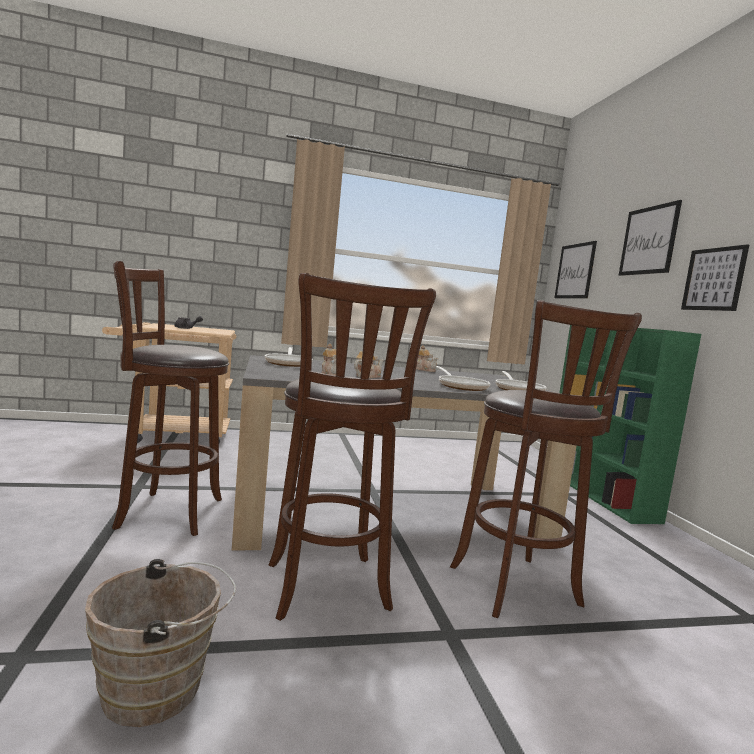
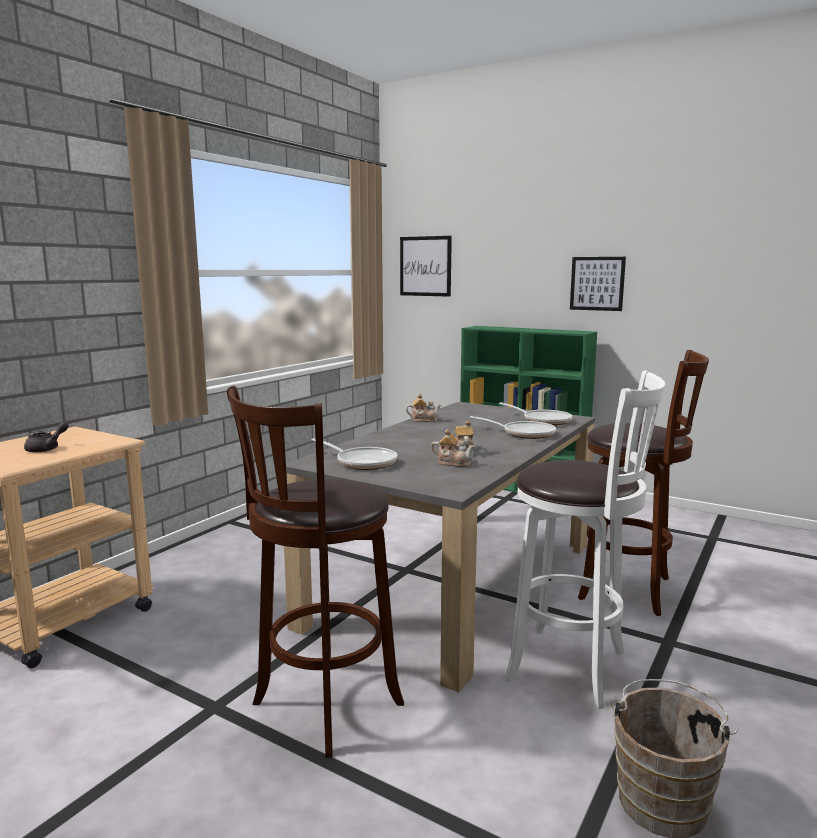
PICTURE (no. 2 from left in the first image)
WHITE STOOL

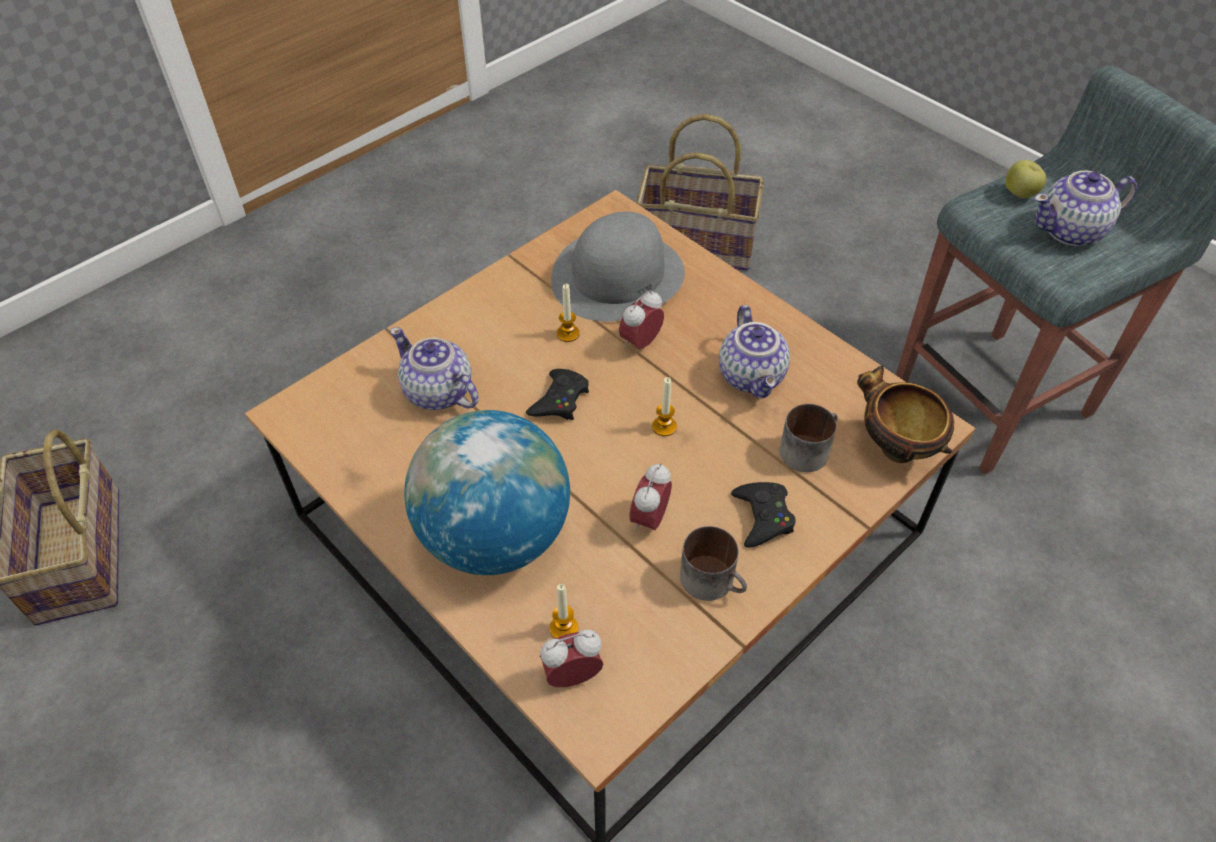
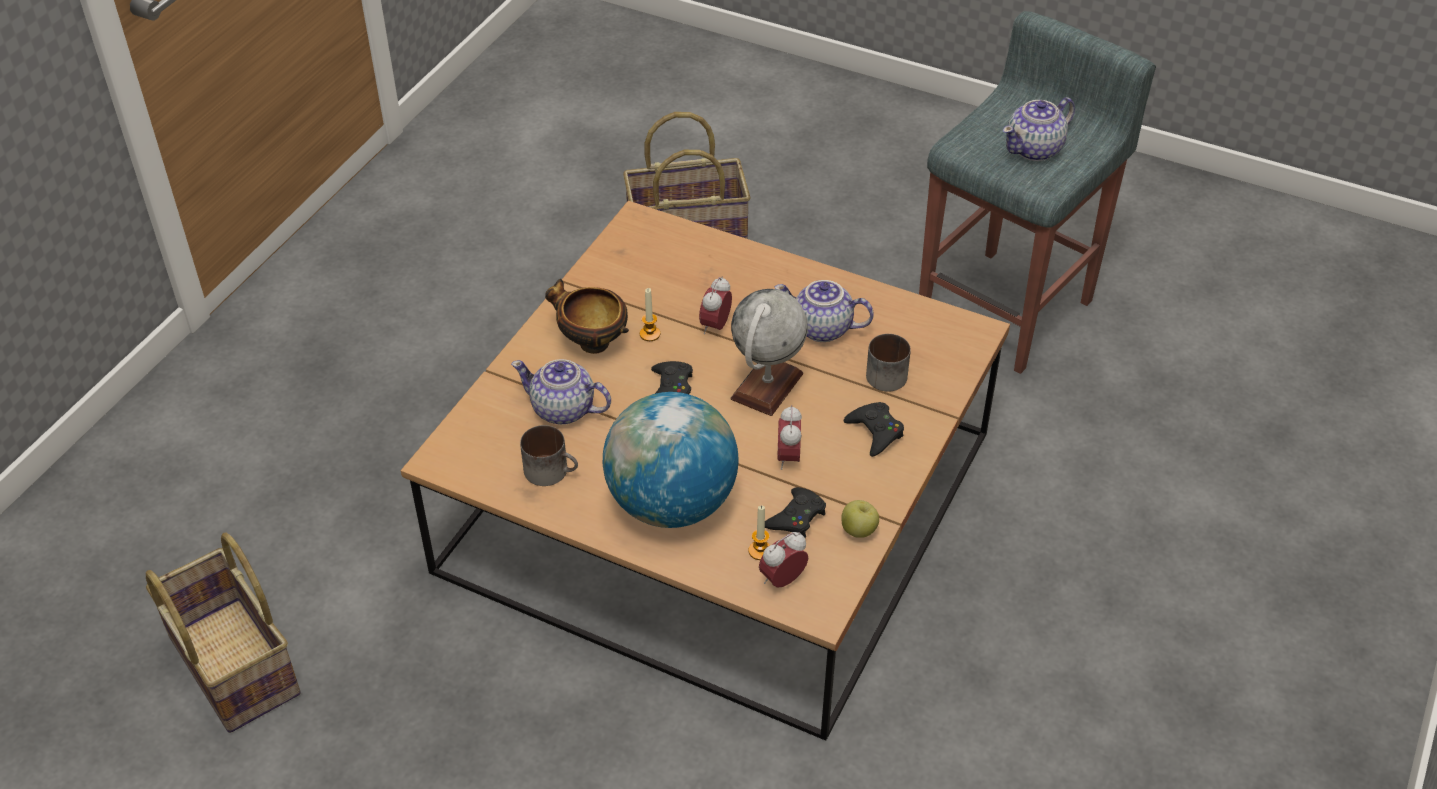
APPLE
GREY HAT
TEAPOT (no. 2 from left)
BOWL
GLOBE (no. 2 from left)
MUG (no. 1 from left)
BLACK GAME CONTROLLER (no. 2 from left)

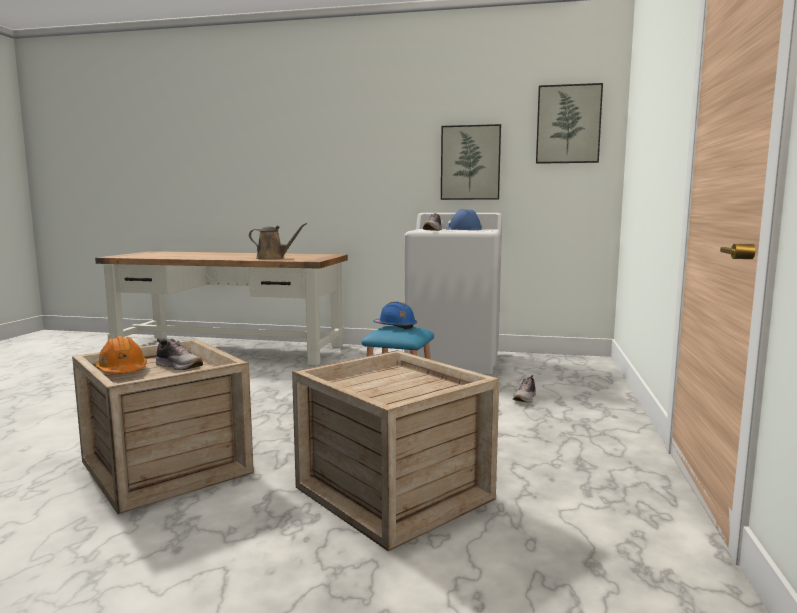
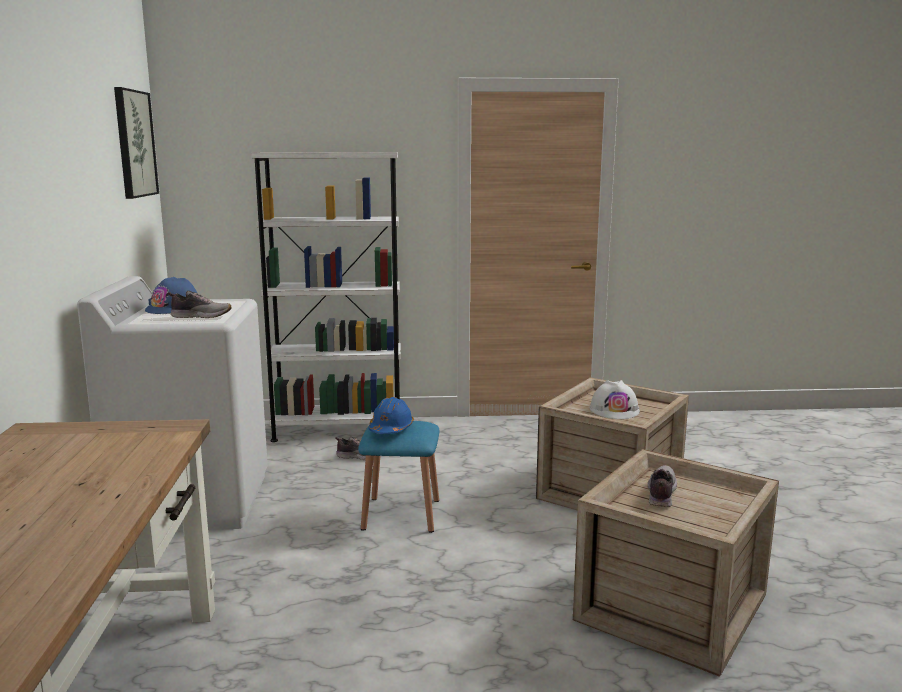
PICTURE (no. 1 from left in the first image)
BROWN WATERING CAN
ORANGE HARD HAT
WHITE BOOKCASE
WHITE HARD HAT

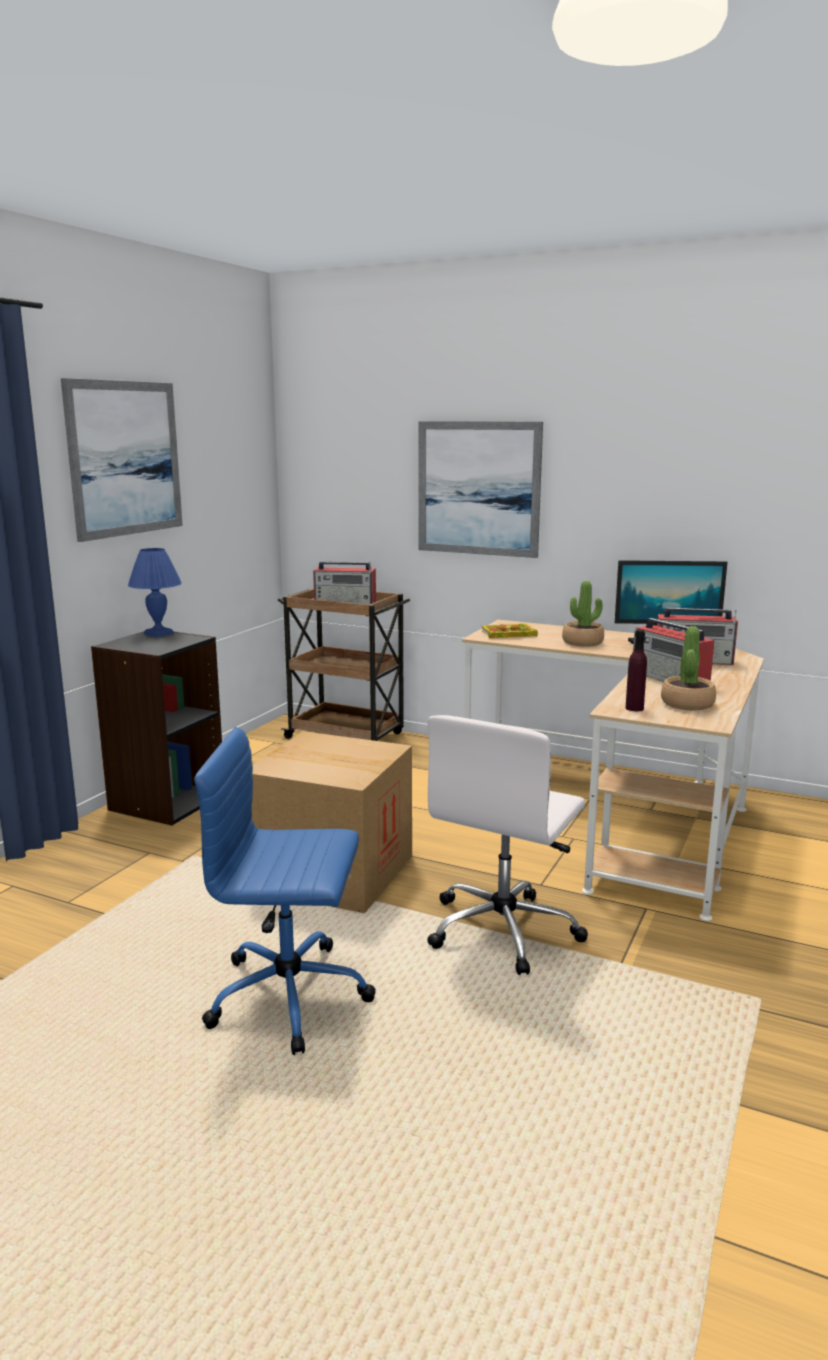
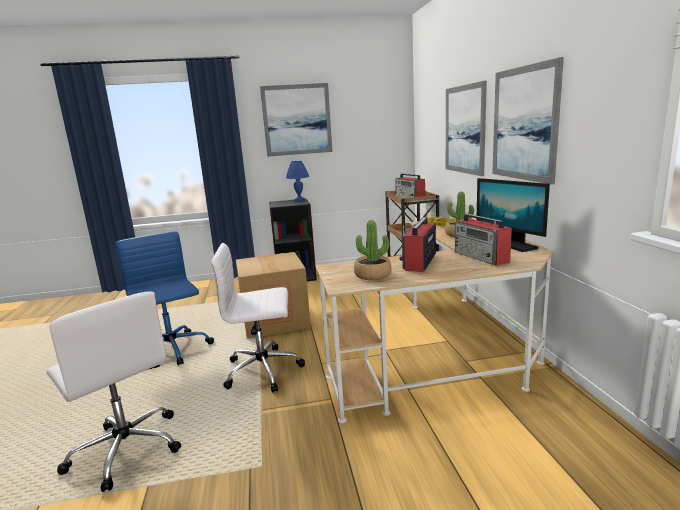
PURPLE BOTTLE
PICTURE (no. 3 from left)
WHITE OFFICE CHAIR (no. 1 from left)

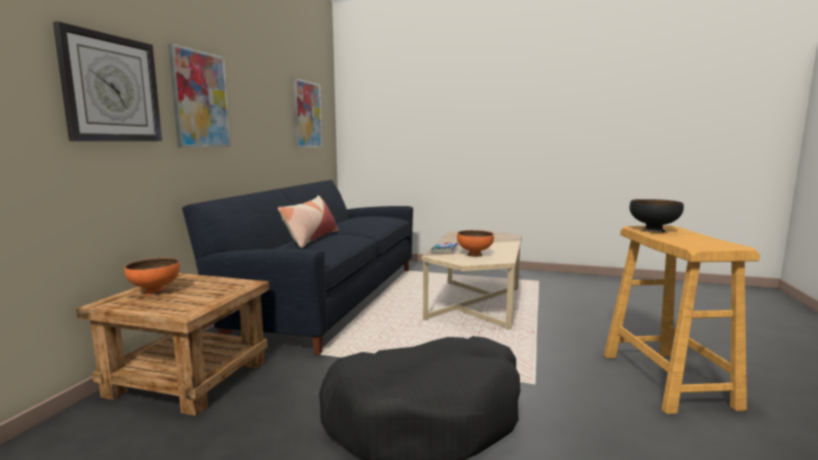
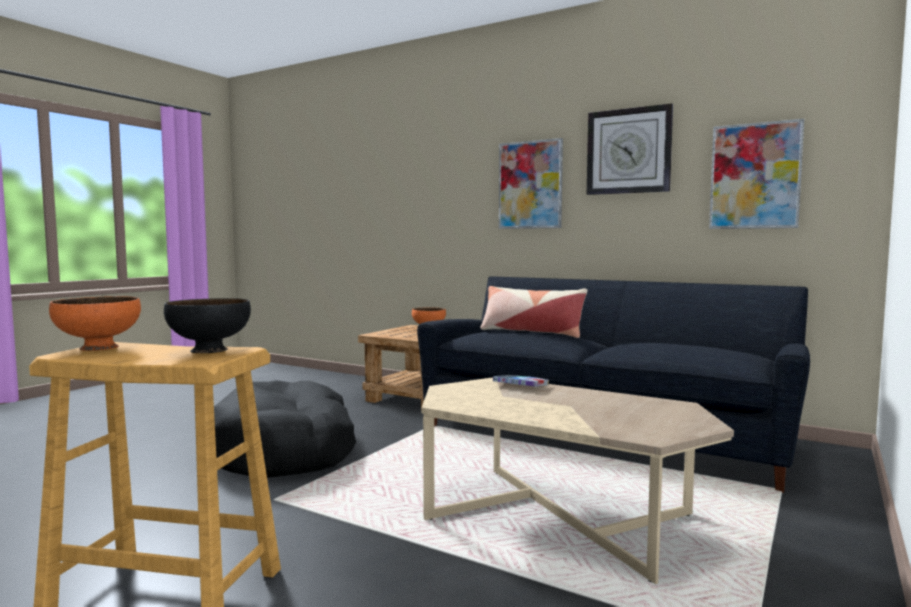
WALL CLOCK
ORANGE BOWL (no. 1 from left)

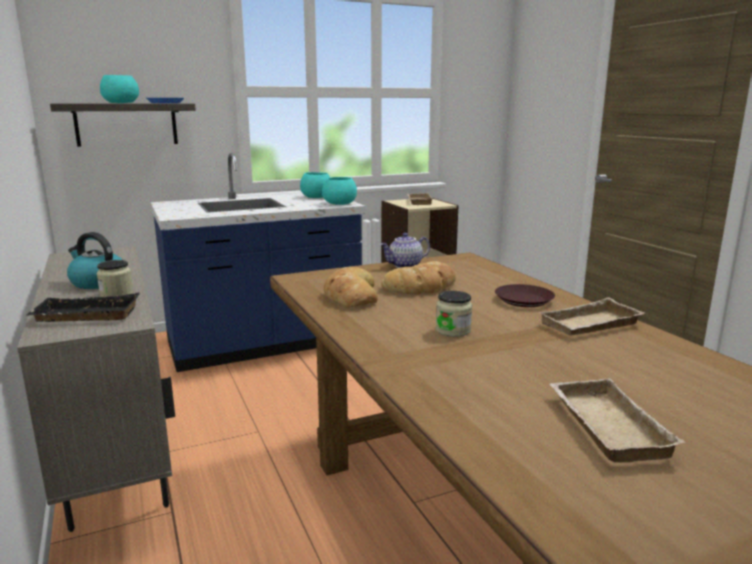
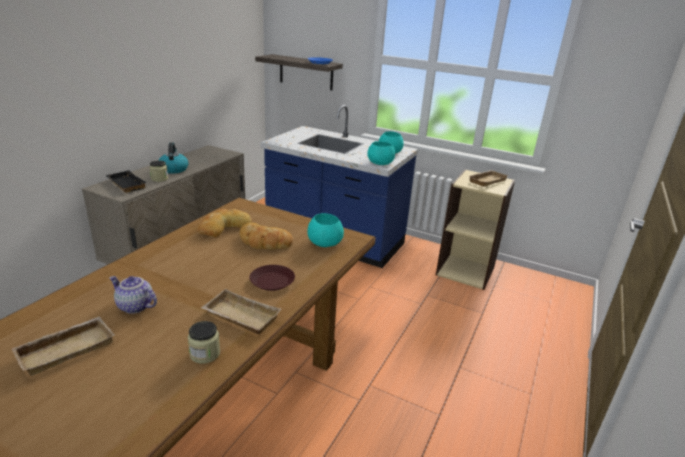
TURQUOISE BOWL (no. 1 from left)
TEAPOT
JAR (no. 2 from left)

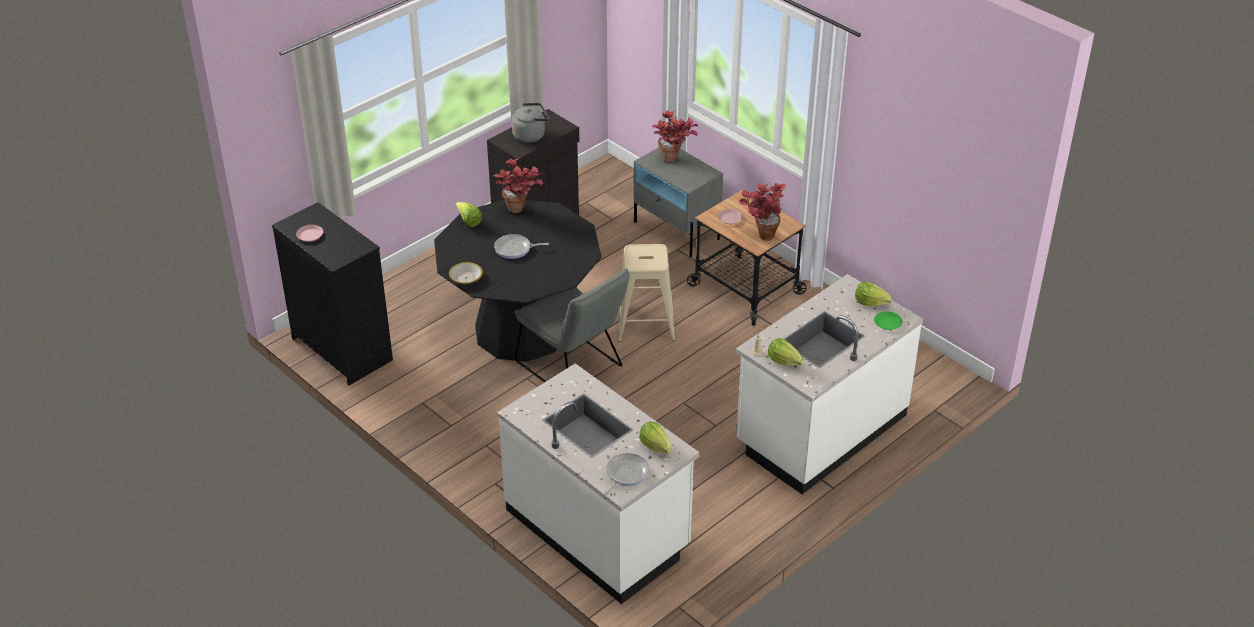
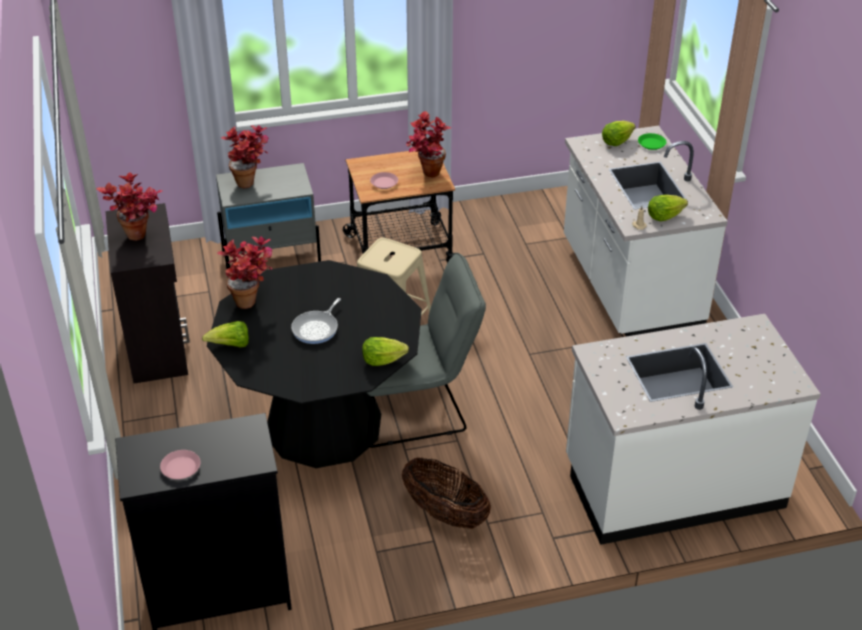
POTTED PLANT (no. 1 from left)
BOWL
LETTUCE (no. 2 from left)
FRYING PAN (no. 2 from left in the first image)
BASKET

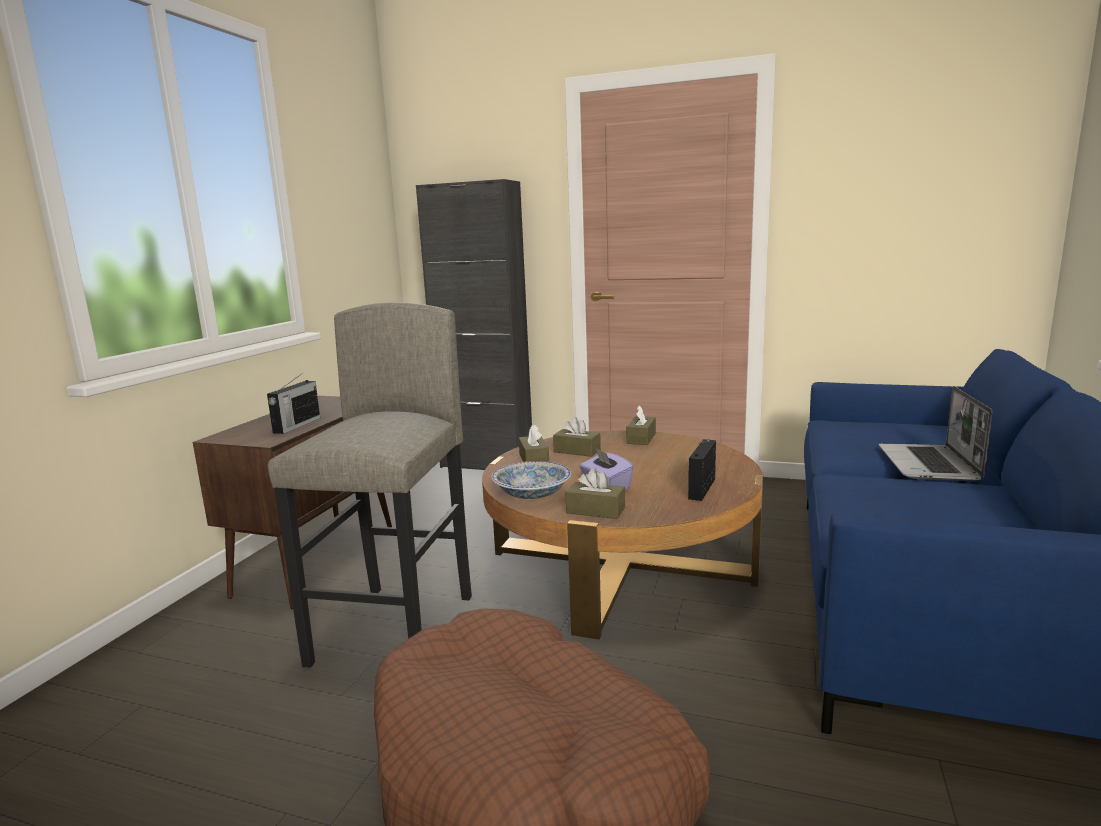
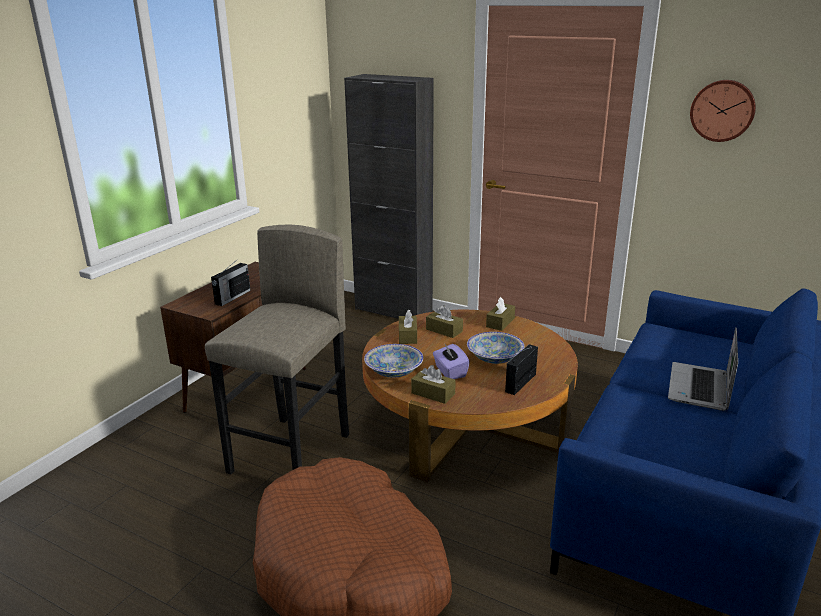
WALL CLOCK
BOWL (no. 2 from left)

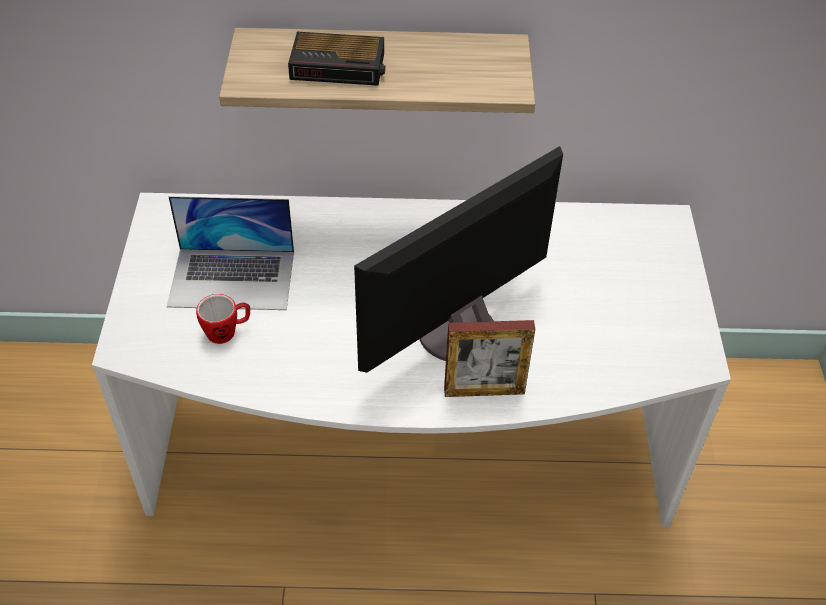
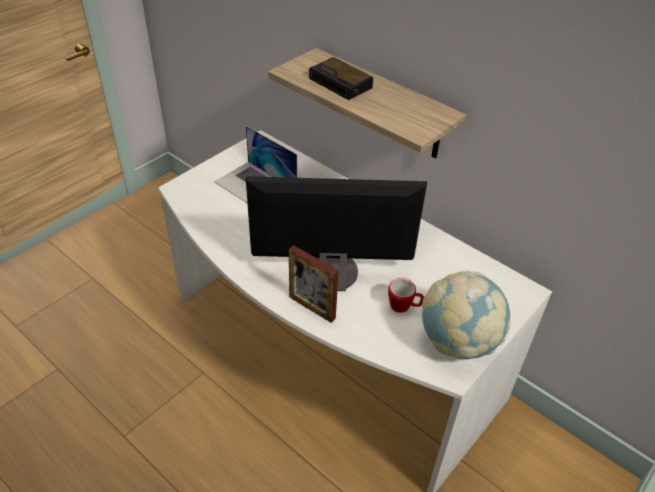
MUG
GLOBE

